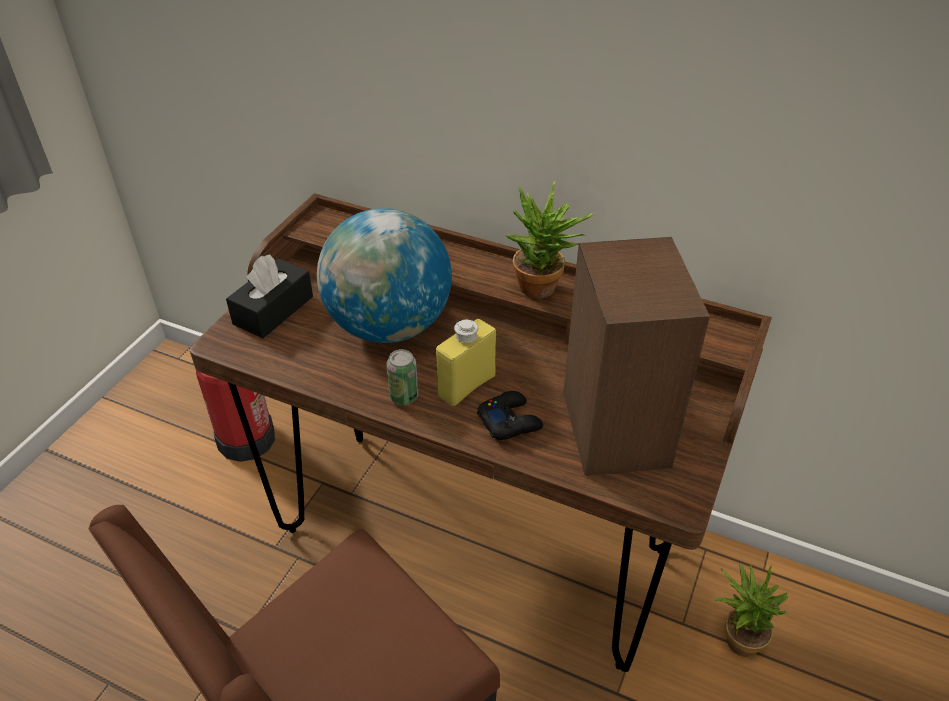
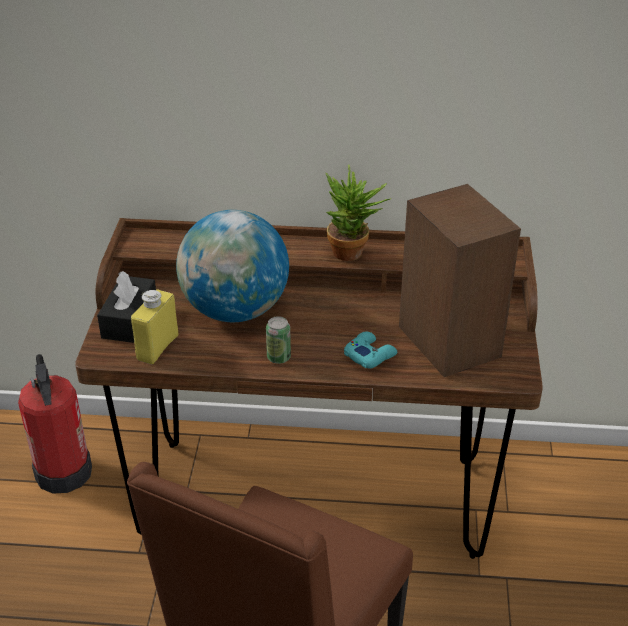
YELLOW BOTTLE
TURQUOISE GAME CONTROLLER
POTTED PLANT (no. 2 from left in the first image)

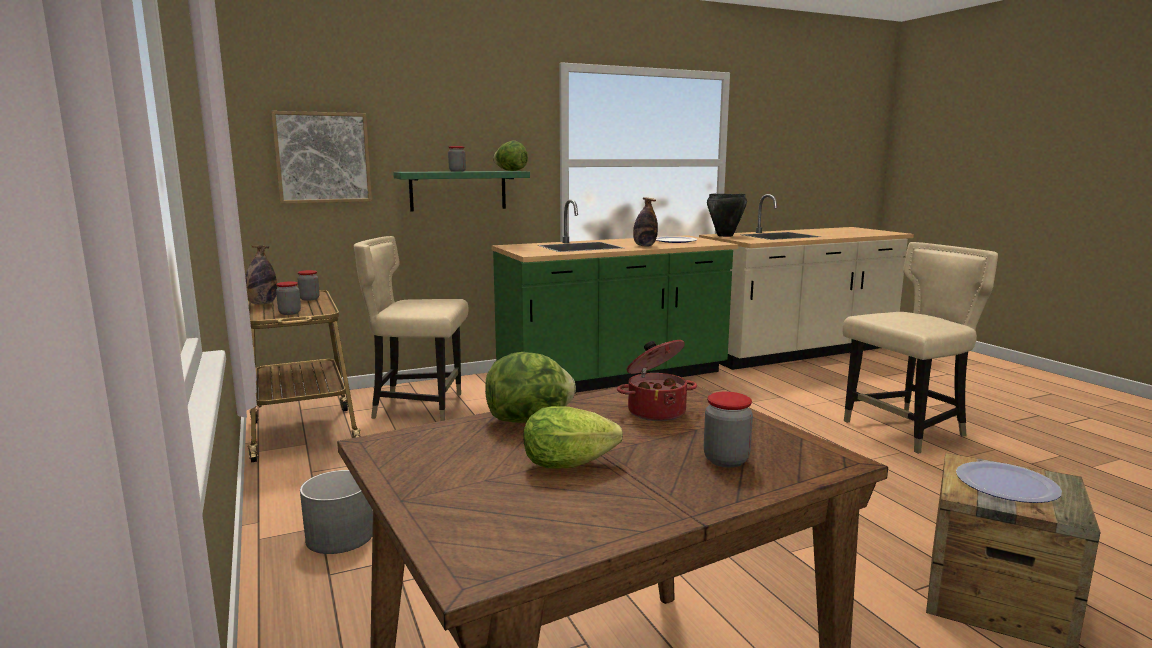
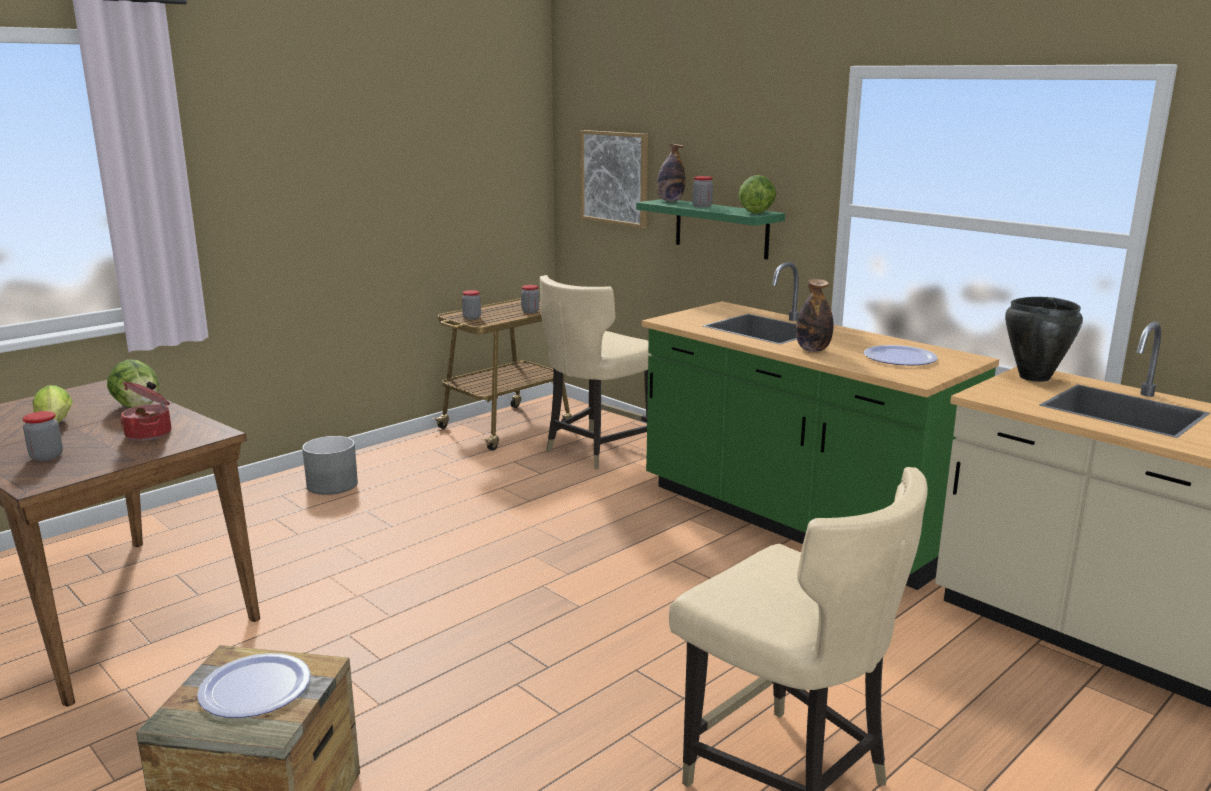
BEIGE CHAIR (no. 1 from left)
BOTTLE (no. 1 from left)

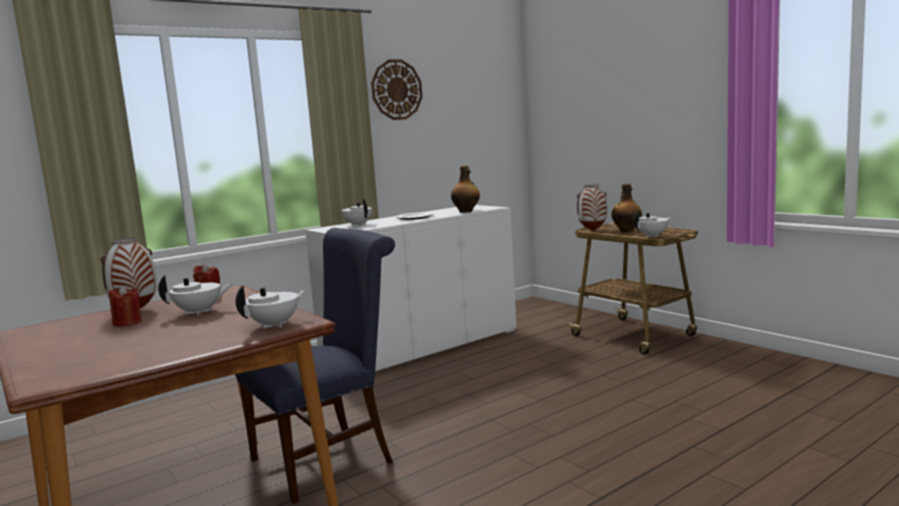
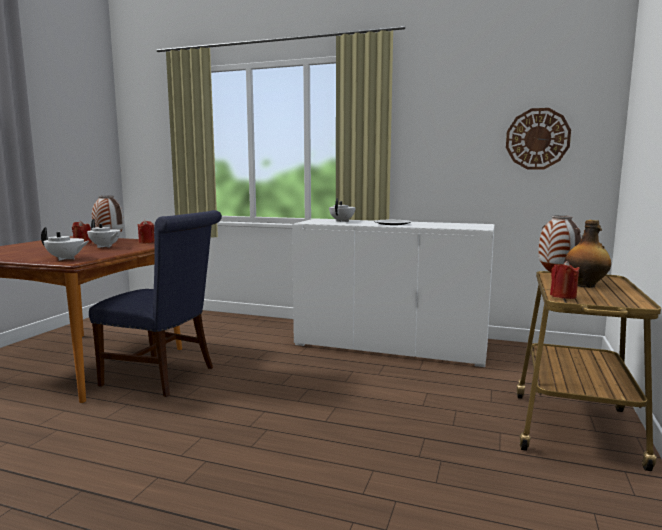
WALL CLOCK
BOTTLE (no. 1 from left in the first image)
RED CANDLE (no. 3 from left)

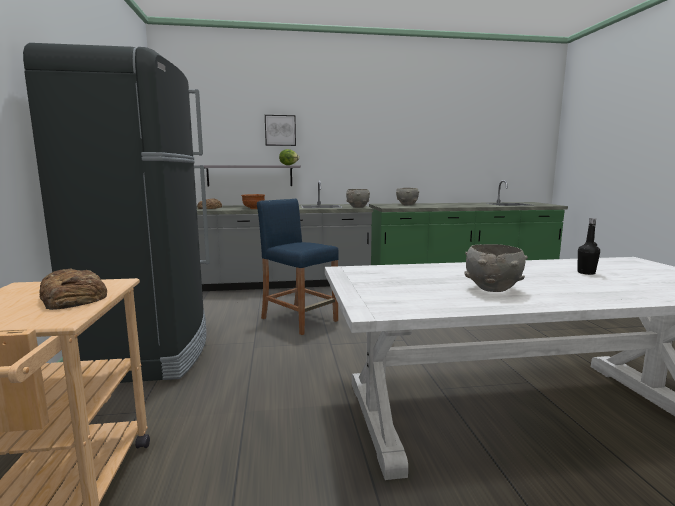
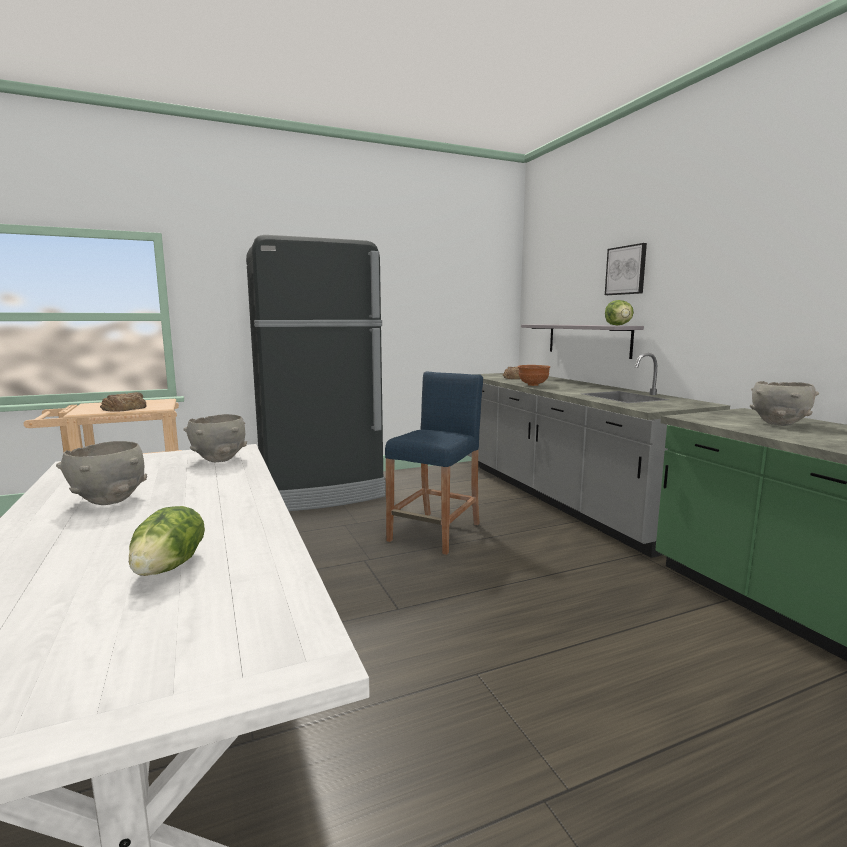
GREY BOWL (no. 2 from left)
LETTUCE (no. 1 from left)

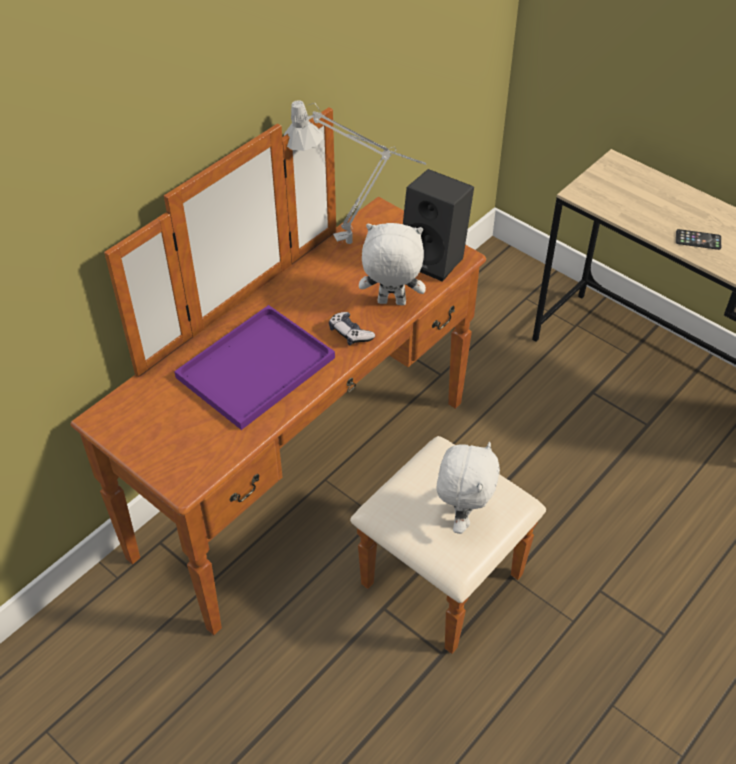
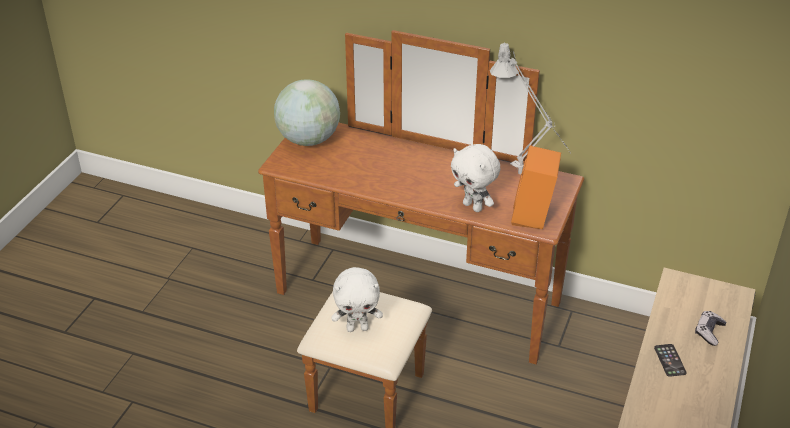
ORANGE SPEAKER
WHITE PLUSH TOY (no. 2 from left)
PURPLE TRAY
GAME CONTROLLER
GLOBE

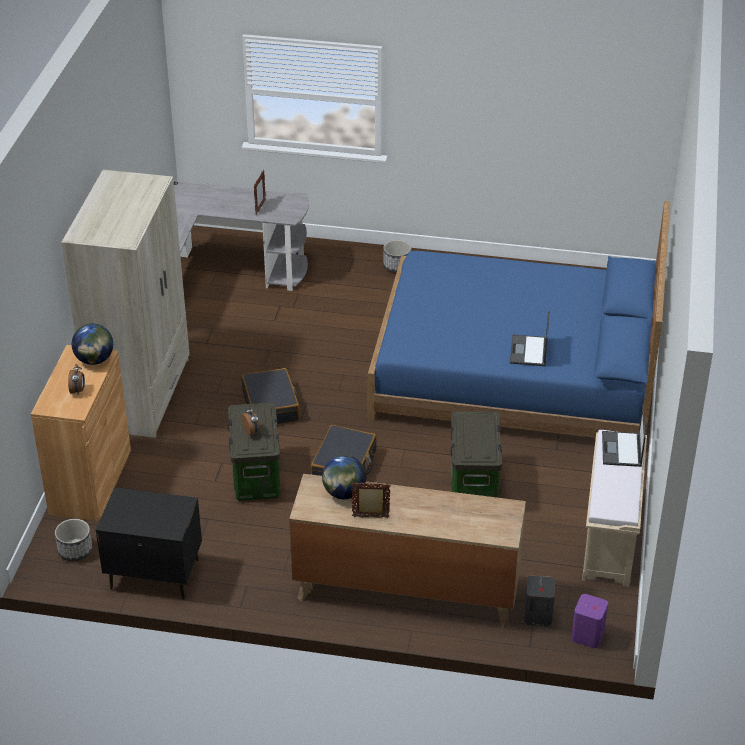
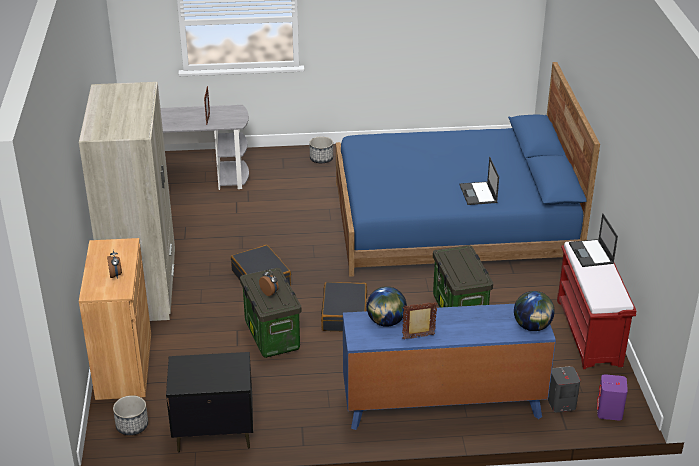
GLOBE (no. 2 from left)
RED BENCH
BLUE DRESSER

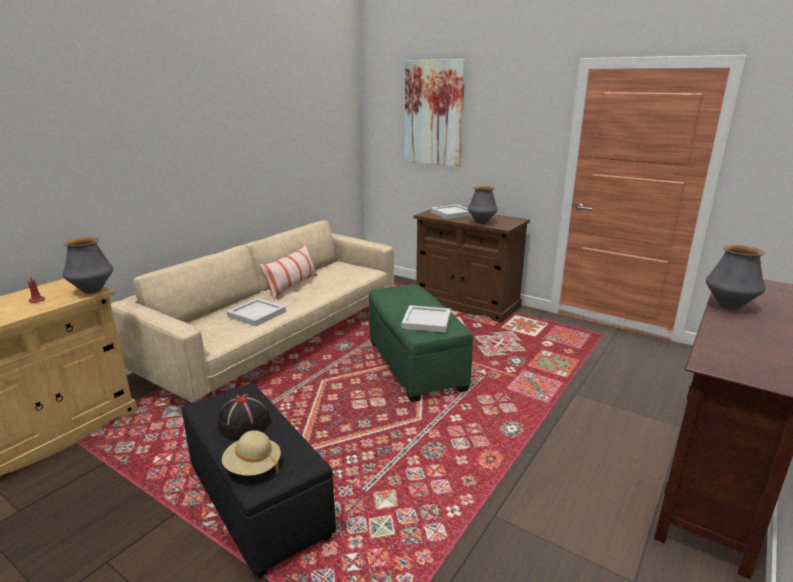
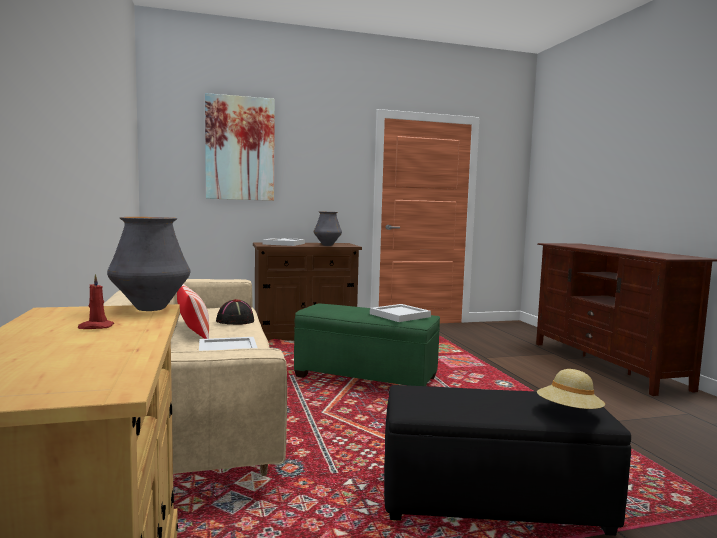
VASE (no. 3 from left in the first image)
BLACK HAT

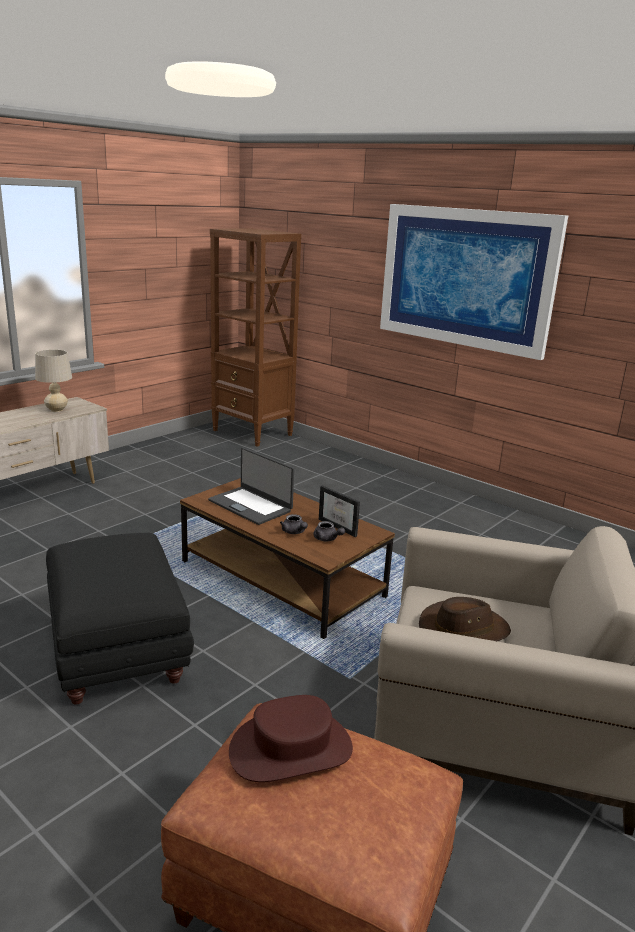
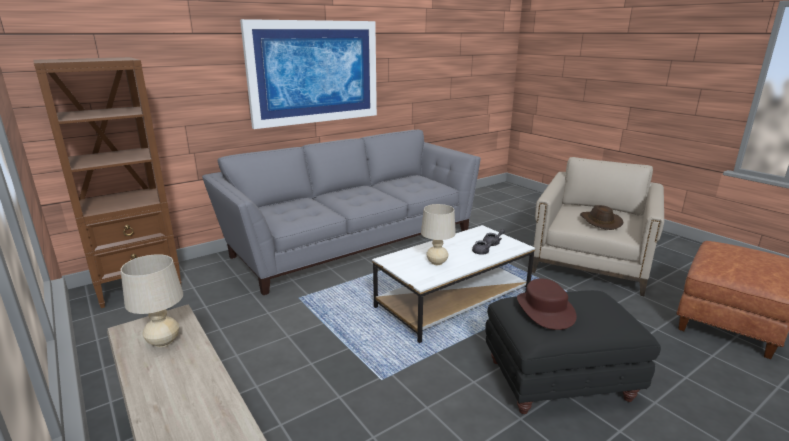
BEIGE TABLE LAMP (no. 2 from left)
WHITE COFFEE TABLE
PICTURE FRAME
BROWN HAT (no. 1 from left)
GREY SOFA

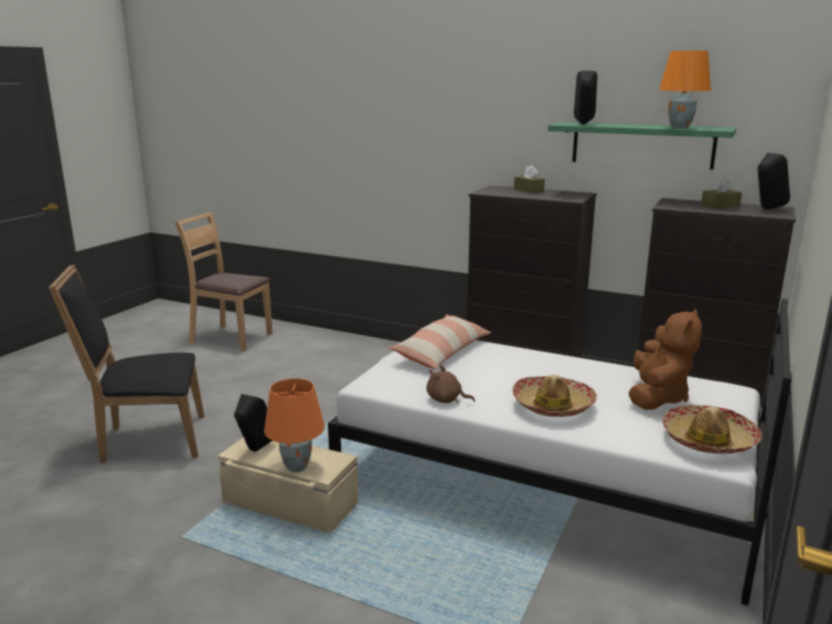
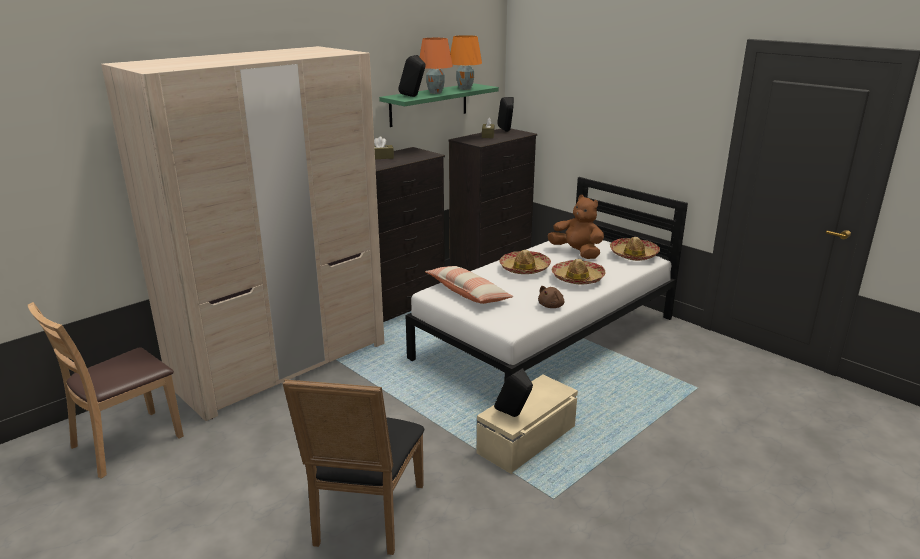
ORANGE TABLE LAMP (no. 1 from left)
BEIGE WARDROBE
HAT (no. 1 from left)

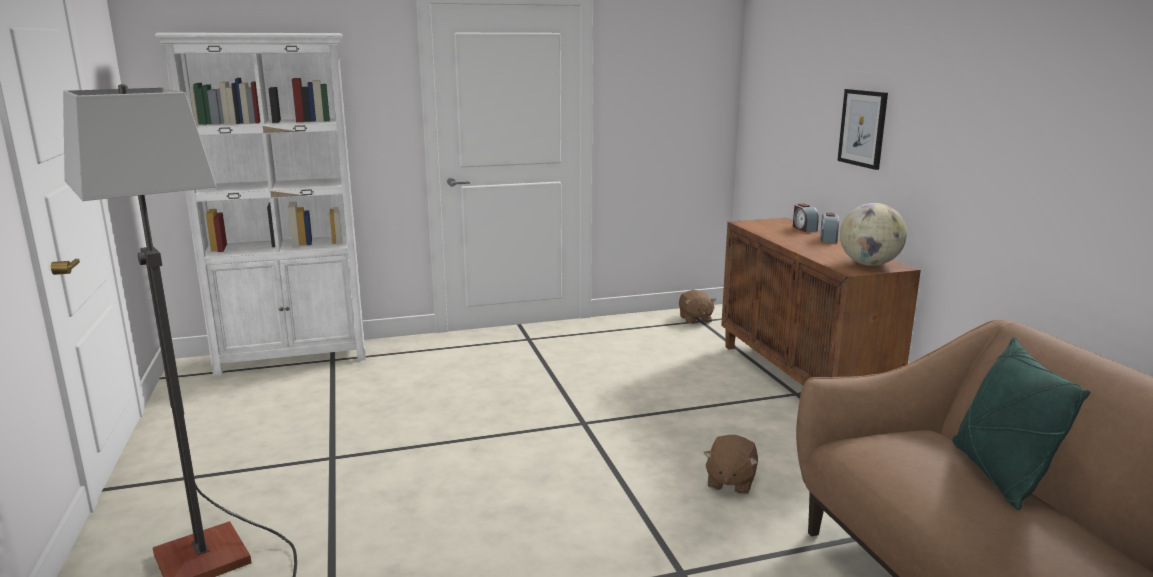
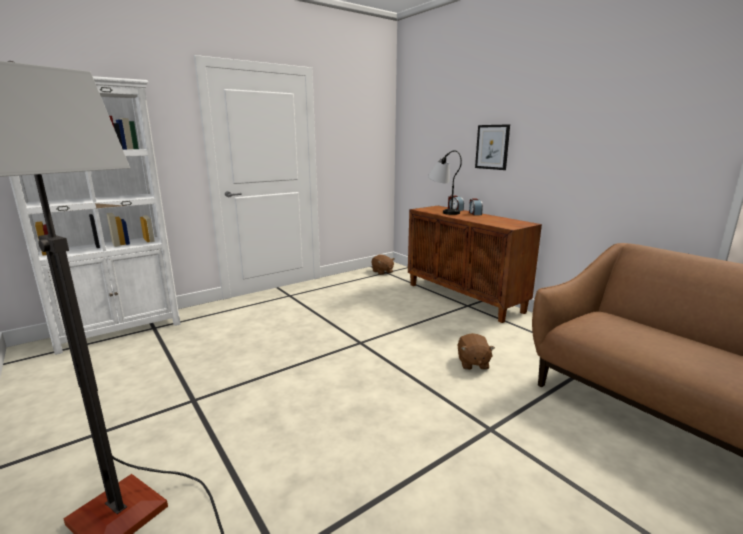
GLOBE
GREEN PILLOW
TABLE LAMP

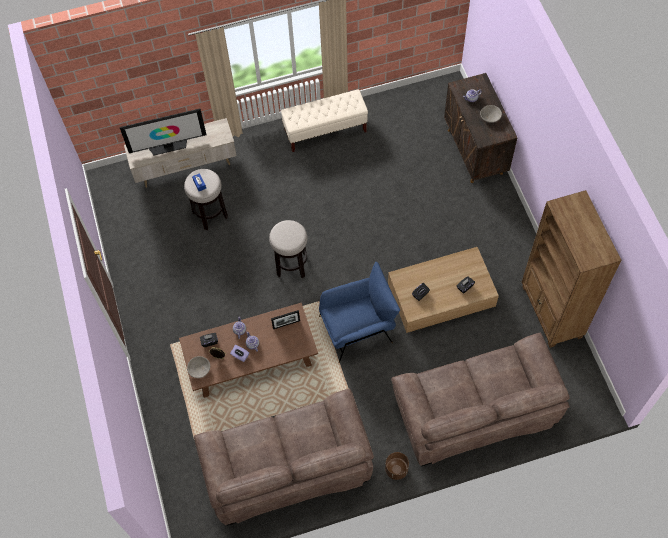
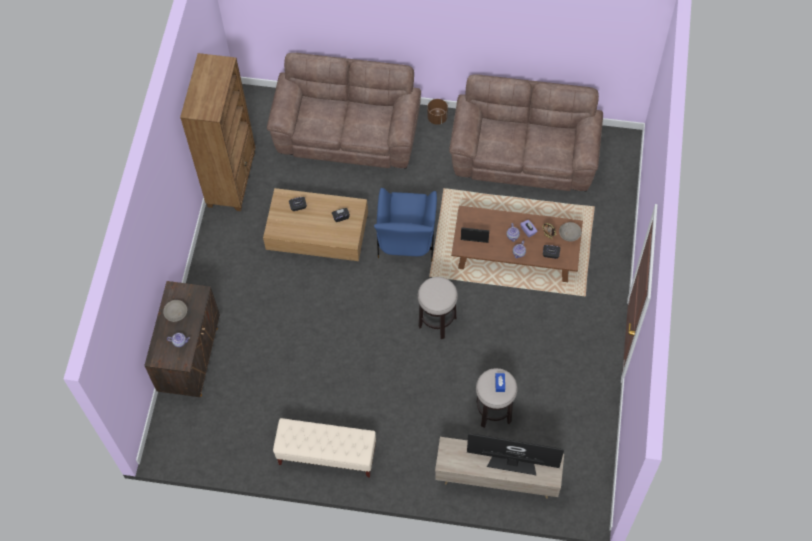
BLUE ARMCHAIR

